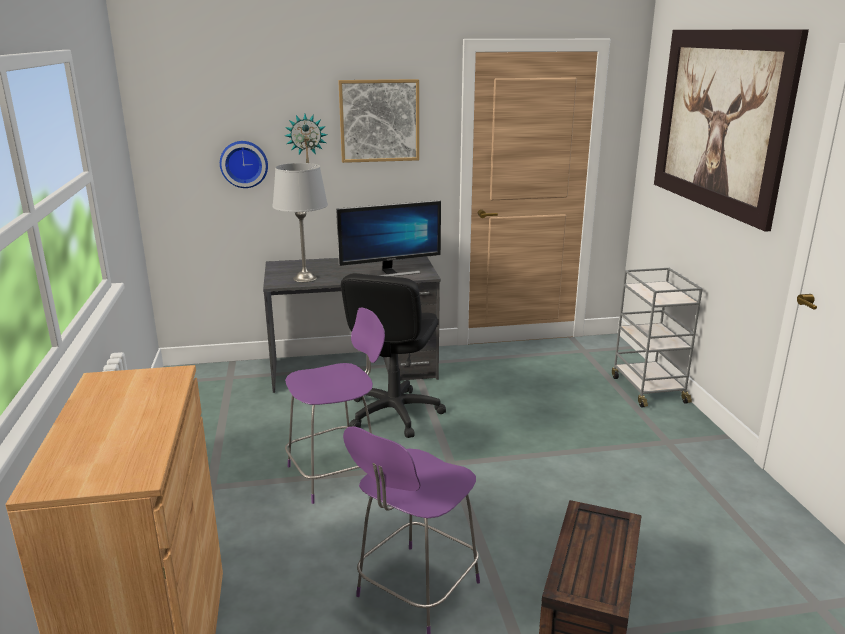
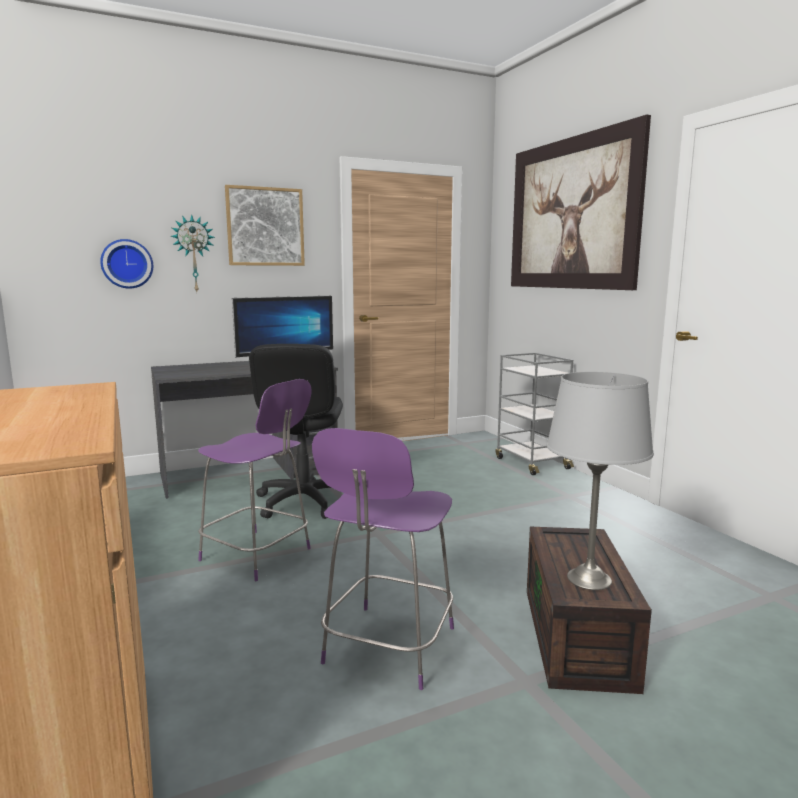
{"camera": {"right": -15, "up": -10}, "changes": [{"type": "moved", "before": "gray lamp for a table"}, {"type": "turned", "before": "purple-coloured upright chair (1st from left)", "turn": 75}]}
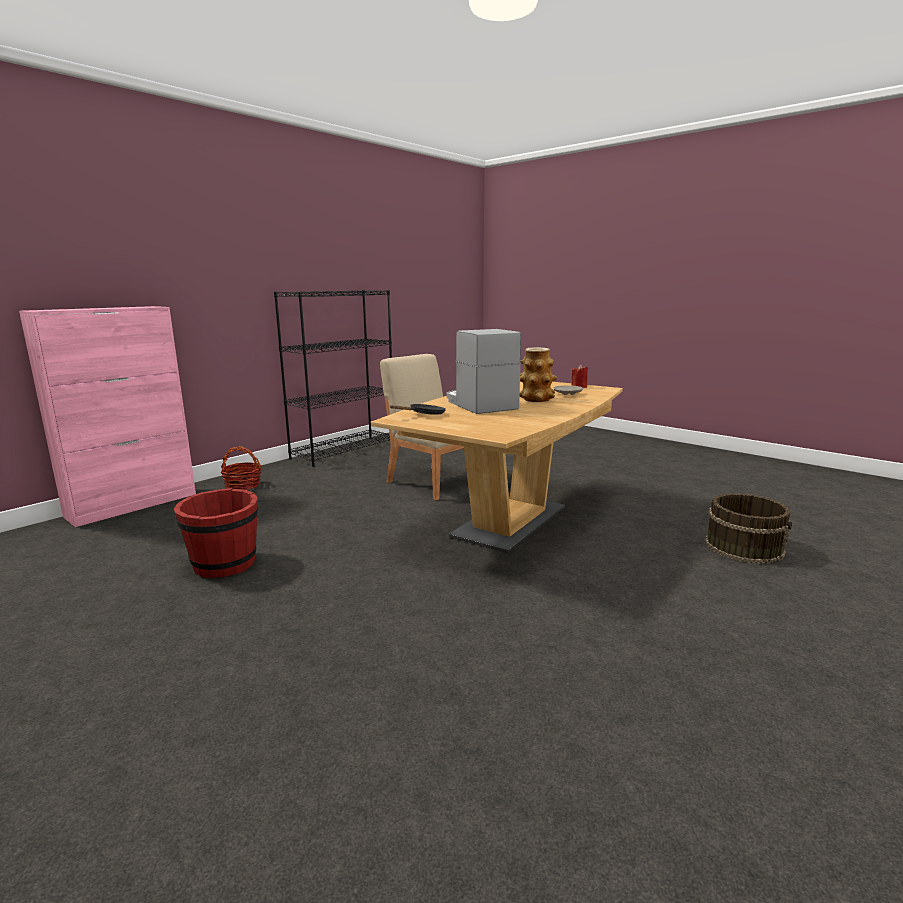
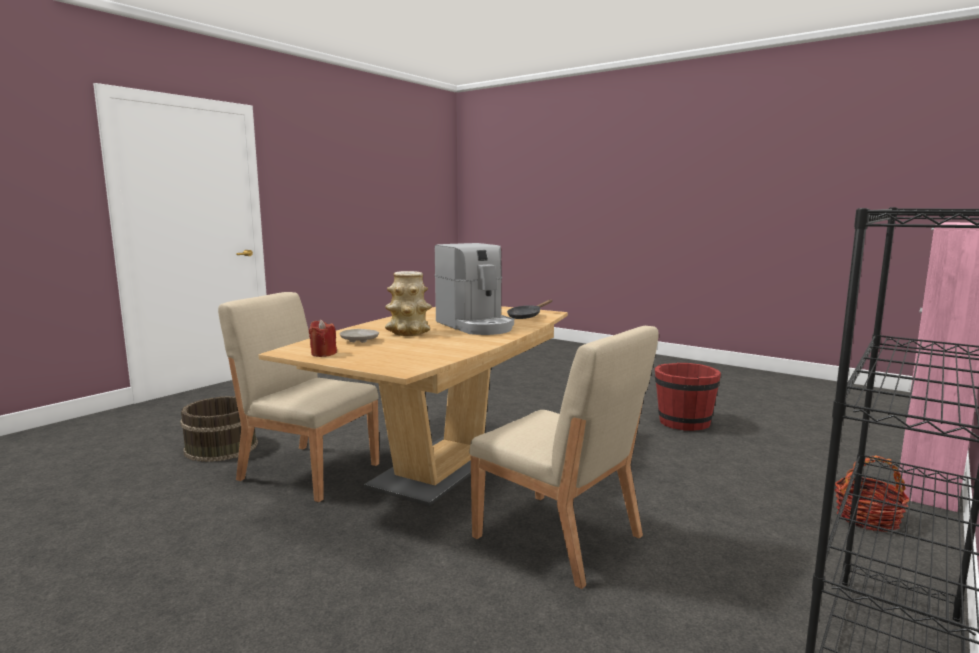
{"camera": {"right": 175, "up": -5}, "changes": [{"type": "added", "after": "beige-coloured upright chair (1st from left)"}]}
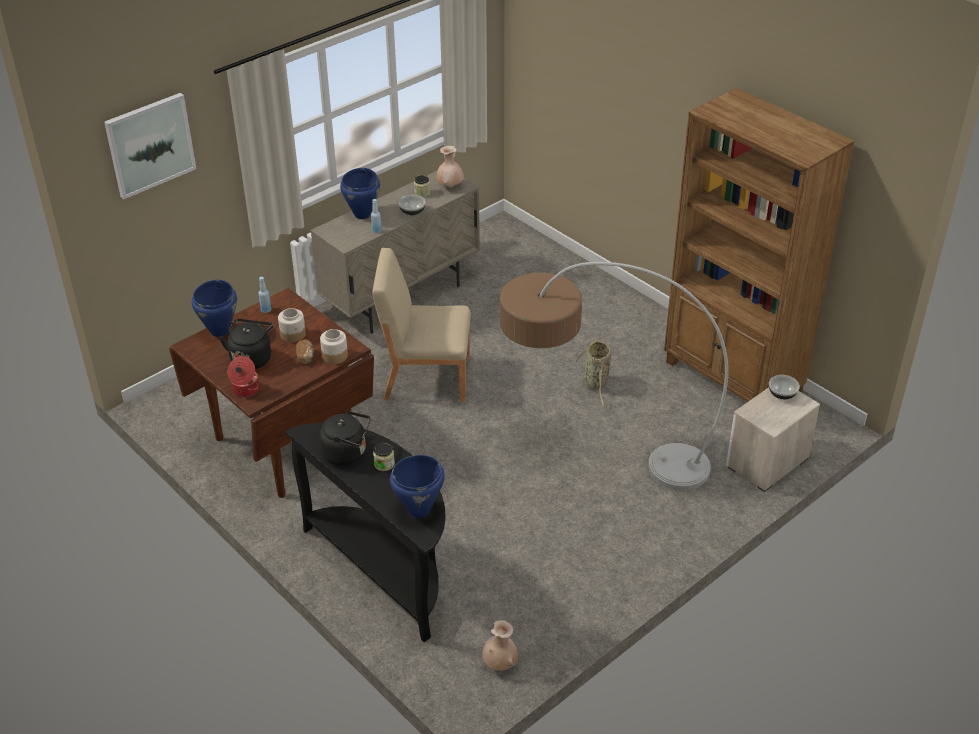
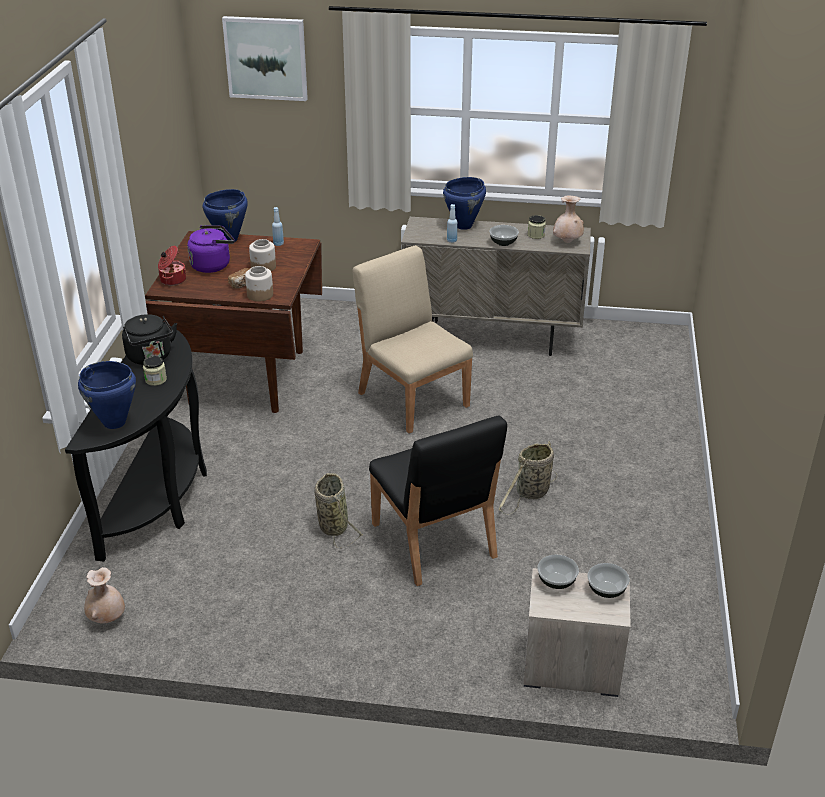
{"camera": {"right": 50, "up": -5}, "changes": [{"type": "recoloured", "before": "black-coloured kettle (1st from left)", "after": "purple-coloured kettle"}, {"type": "replaced", "before": "standard lamp", "after": "black-coloured upright chair"}, {"type": "removed", "before": "brownish shelving unit"}, {"type": "added", "after": "basket (1st from left)"}, {"type": "added", "after": "deep dish (2nd from left)"}]}
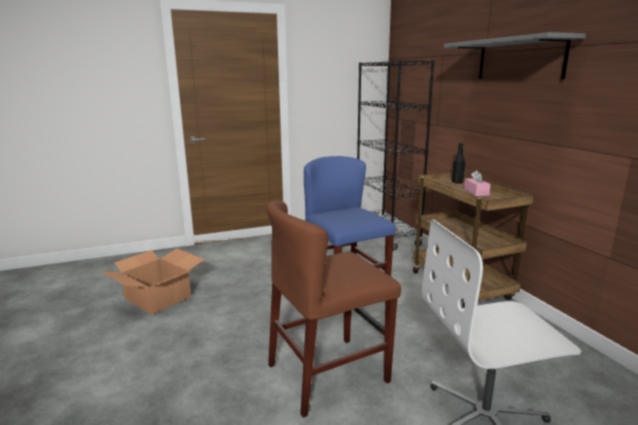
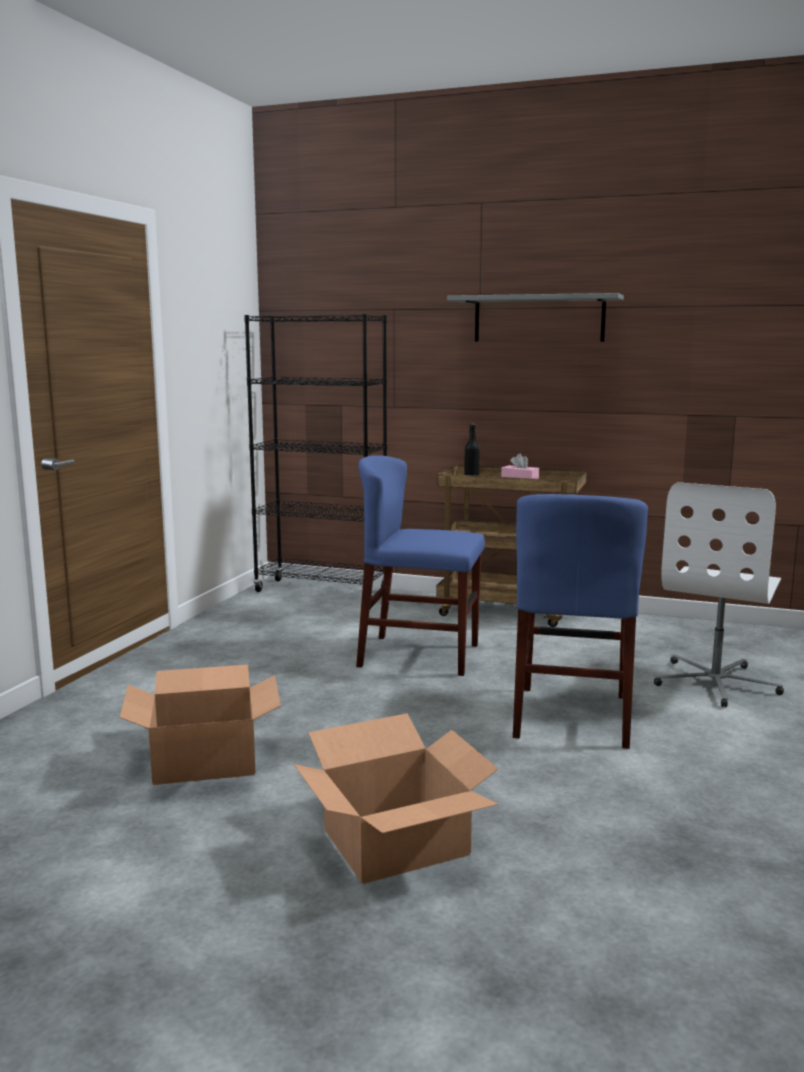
{"camera": {"right": -50, "up": -5}, "changes": [{"type": "recoloured", "before": "brownish upright chair", "after": "blue-coloured upright chair (2nd from left)"}, {"type": "added", "after": "cardboard box (2nd from left)"}]}
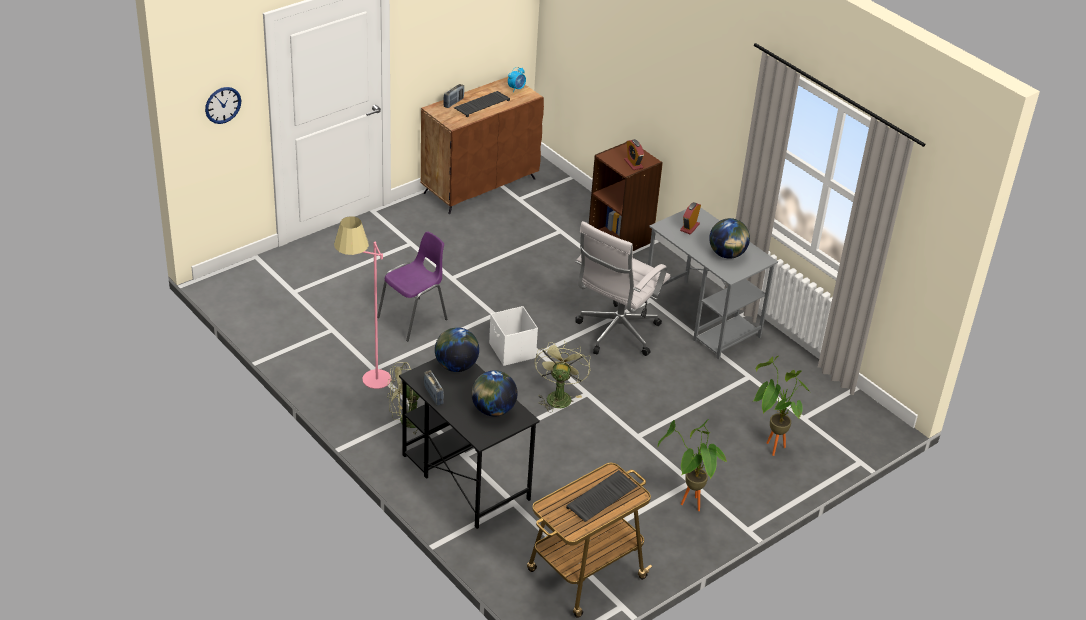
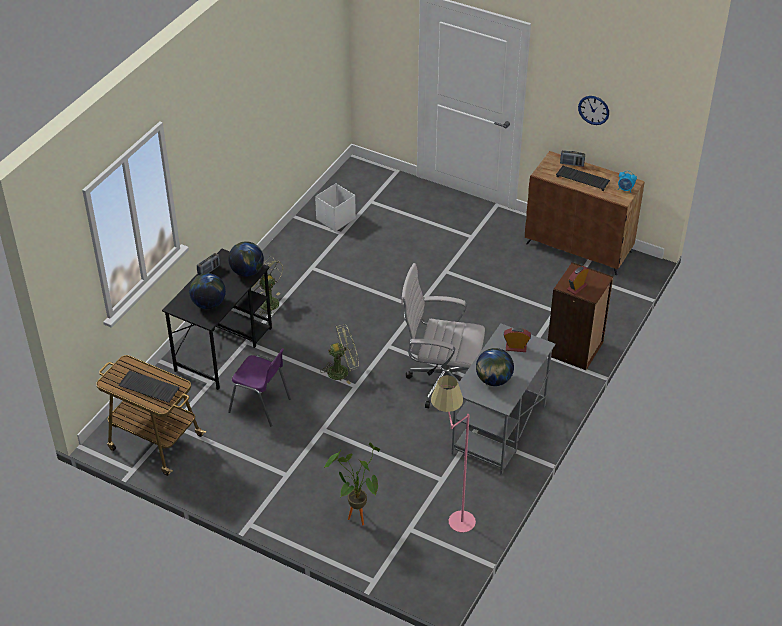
{"camera": {"right": 70, "up": 5}, "changes": [{"type": "moved", "before": "clock on the wall"}, {"type": "moved", "before": "pink standard lamp"}, {"type": "moved", "before": "purple-coloured upright chair"}, {"type": "moved", "before": "white storage box"}, {"type": "removed", "before": "plant in a pot (1st from left)"}]}
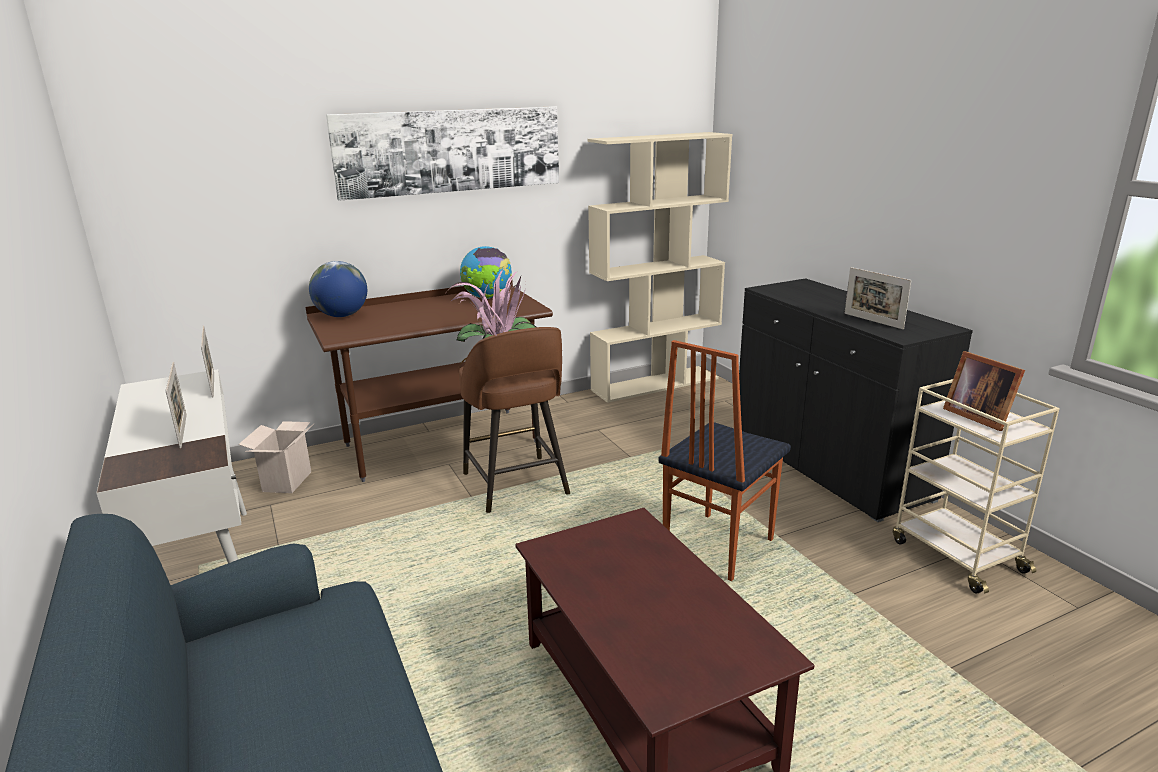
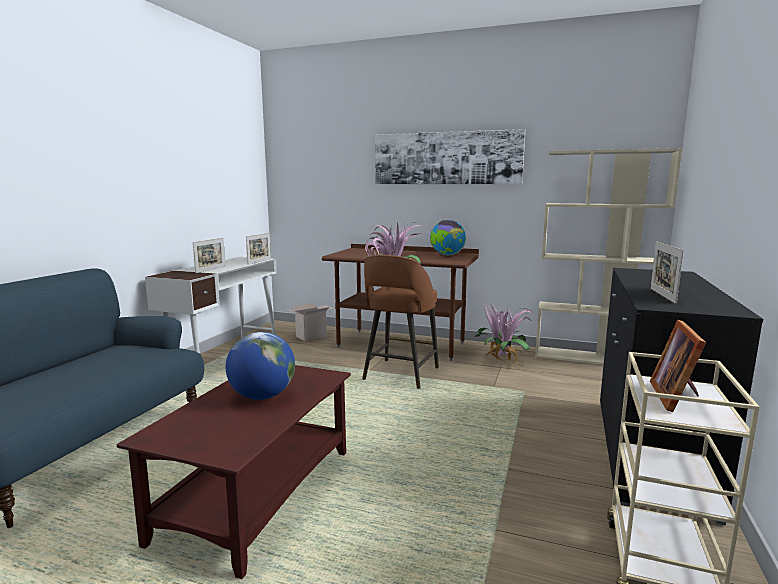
{"camera": {"right": 45, "up": -10}, "changes": [{"type": "moved", "before": "world globe (1st from left)"}, {"type": "removed", "before": "upright chair"}, {"type": "added", "after": "plant in a pot (2nd from left)"}]}
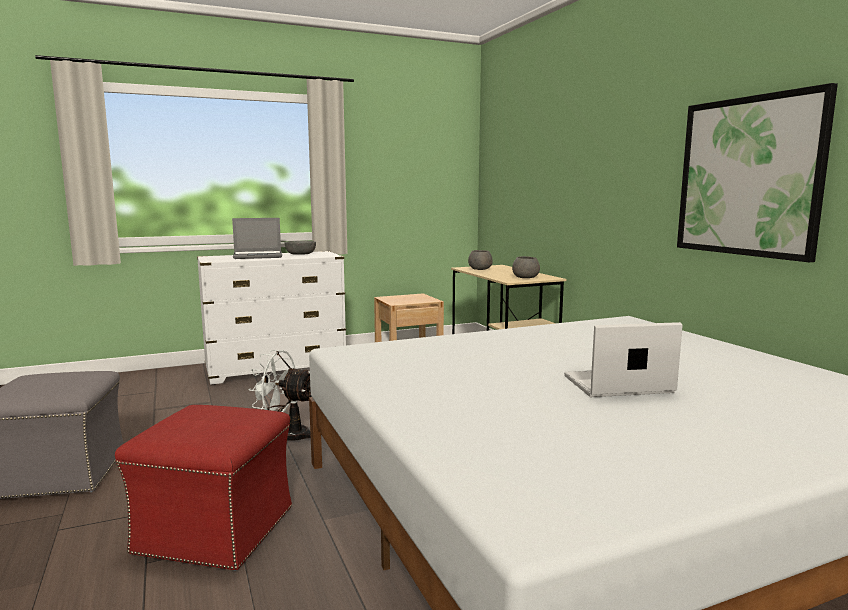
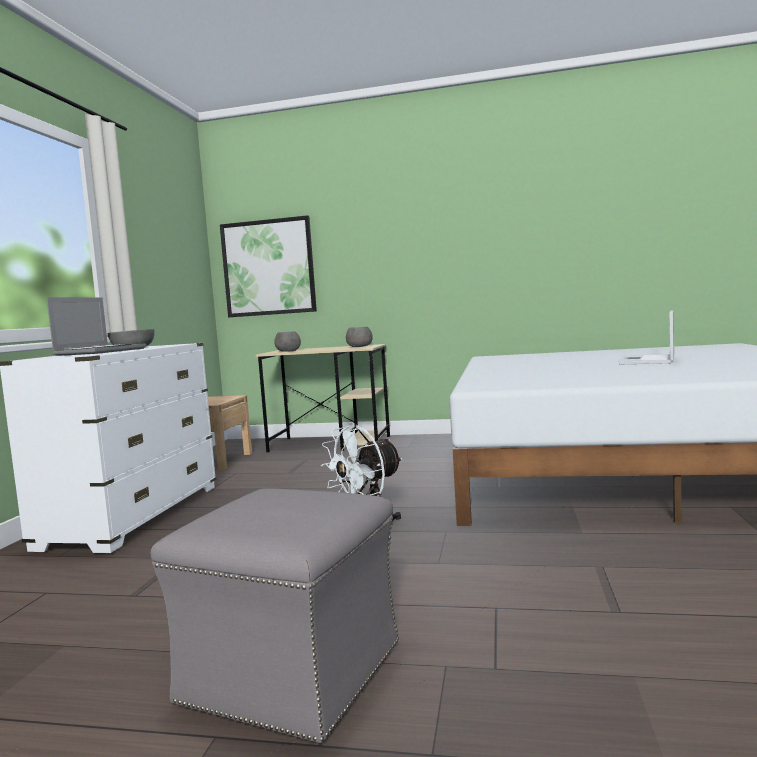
{"camera": {"right": -55, "up": -5}, "changes": [{"type": "removed", "before": "red-coloured footrest"}, {"type": "moved", "before": "wall art"}]}
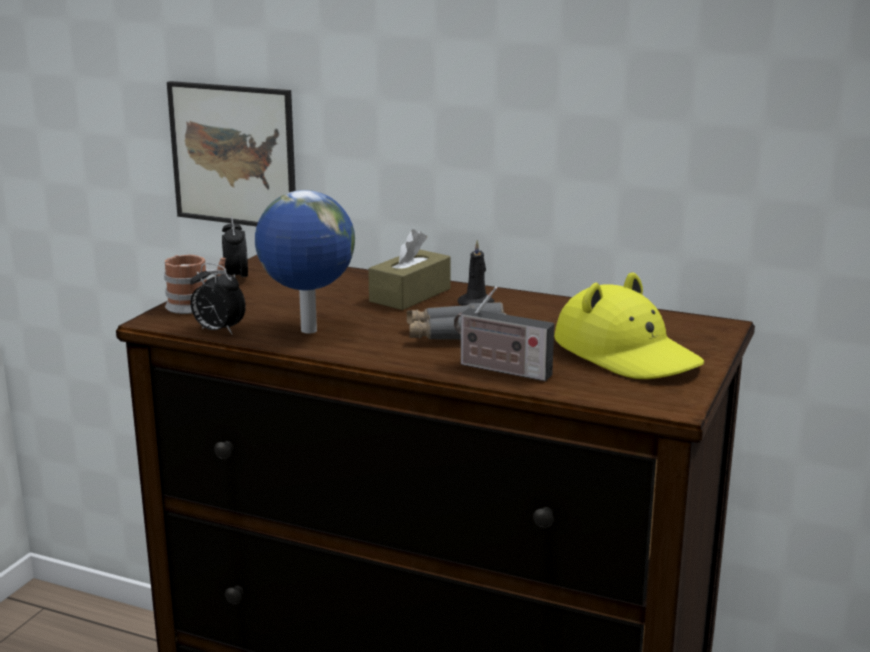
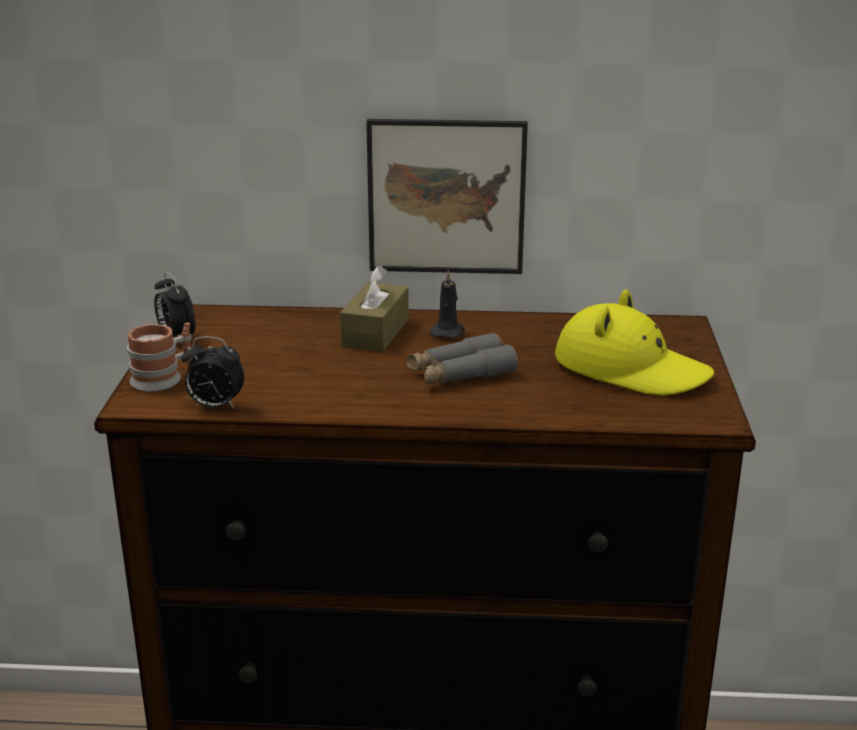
{"camera": {"right": -20, "up": 5}, "changes": [{"type": "moved", "before": "wall art"}, {"type": "removed", "before": "world globe"}, {"type": "removed", "before": "radio"}]}
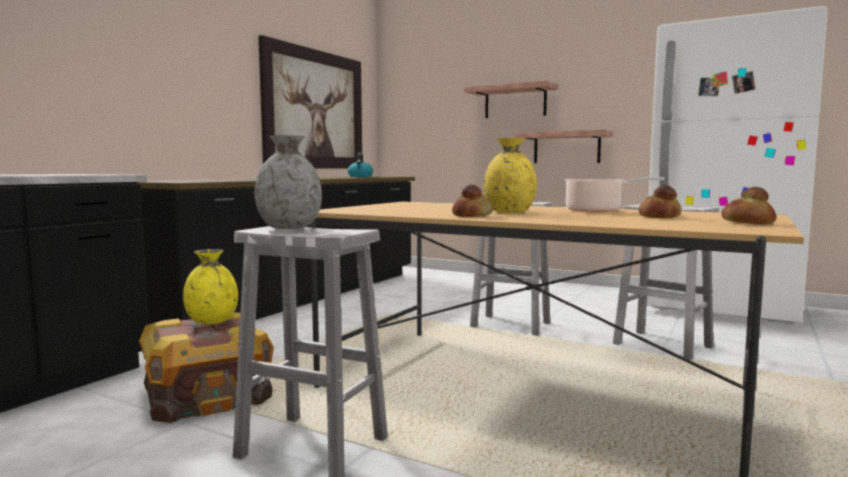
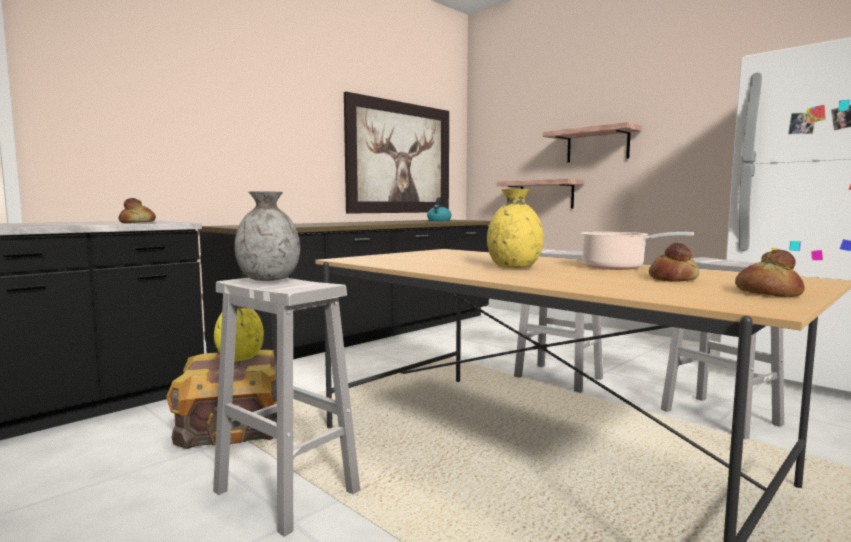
{"camera": {"right": 15, "up": 0}, "changes": [{"type": "moved", "before": "bakery bread (1st from left)"}, {"type": "moved", "before": "wall shelf (2nd from left in the first image)", "after": "wall shelf (1st from left)"}]}
